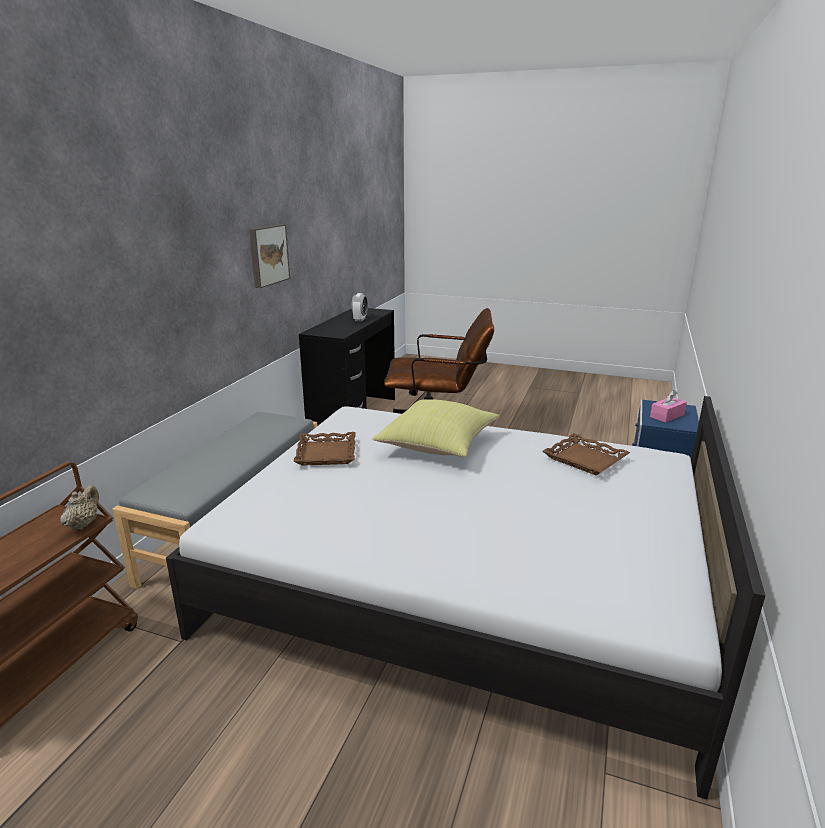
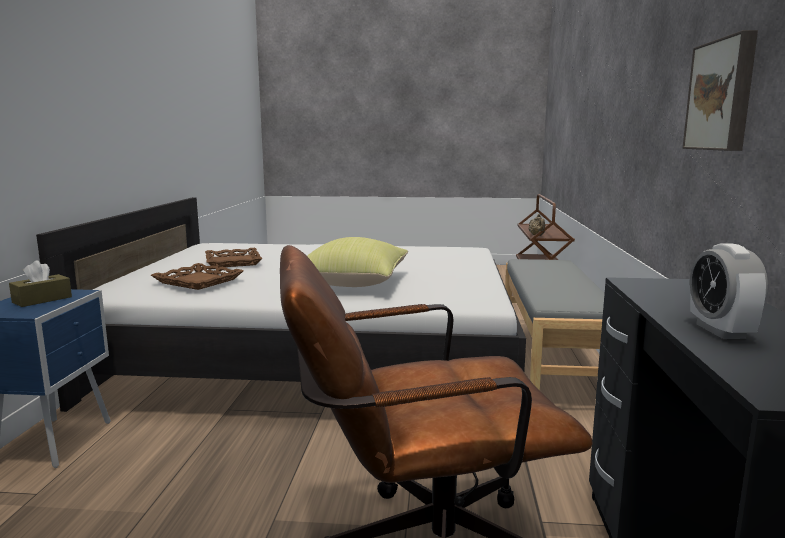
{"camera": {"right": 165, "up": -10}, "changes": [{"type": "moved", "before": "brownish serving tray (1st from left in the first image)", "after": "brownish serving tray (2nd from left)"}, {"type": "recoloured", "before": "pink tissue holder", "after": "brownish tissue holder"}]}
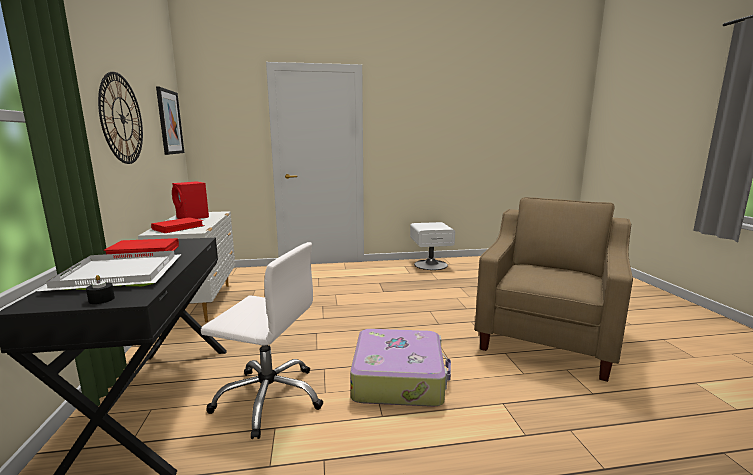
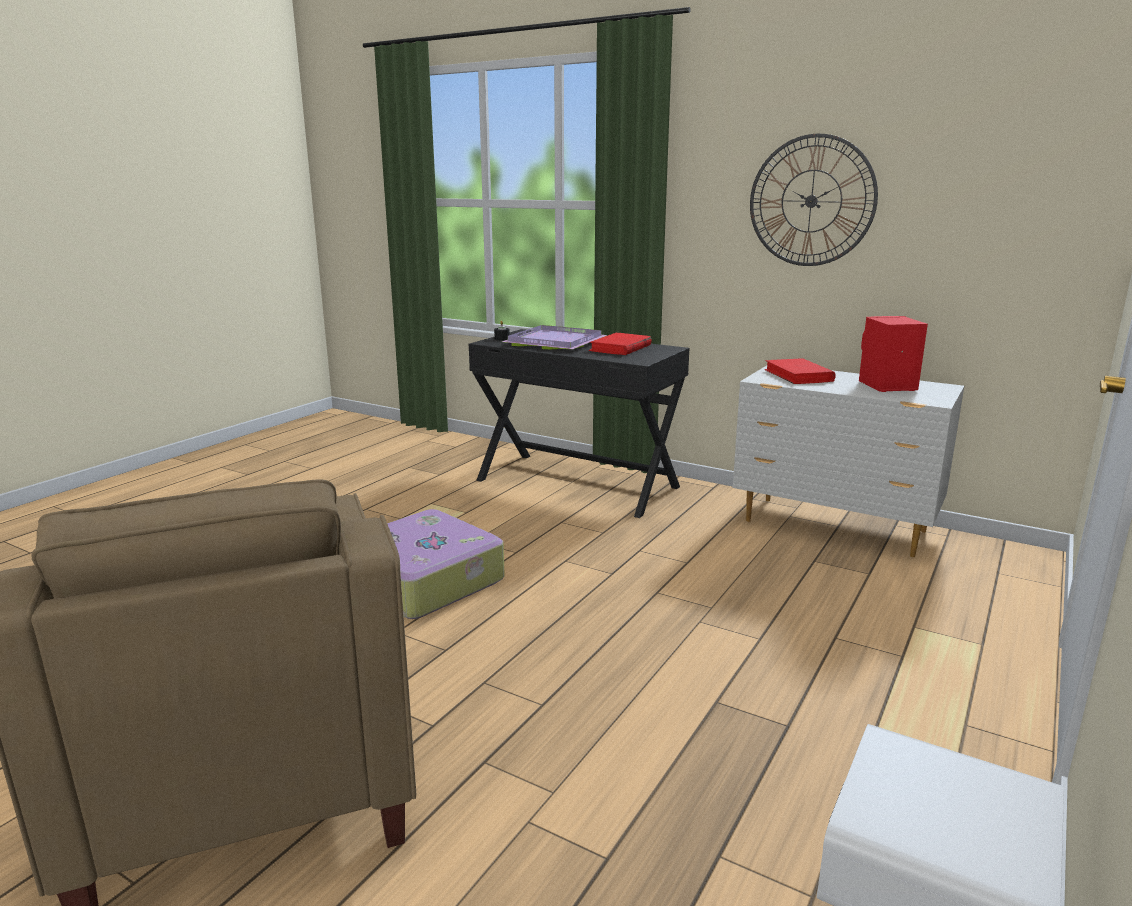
{"camera": {"right": 130, "up": 5}, "changes": [{"type": "recoloured", "before": "white serving tray", "after": "purple-coloured serving tray"}, {"type": "removed", "before": "wall art"}, {"type": "removed", "before": "white desk chair"}]}
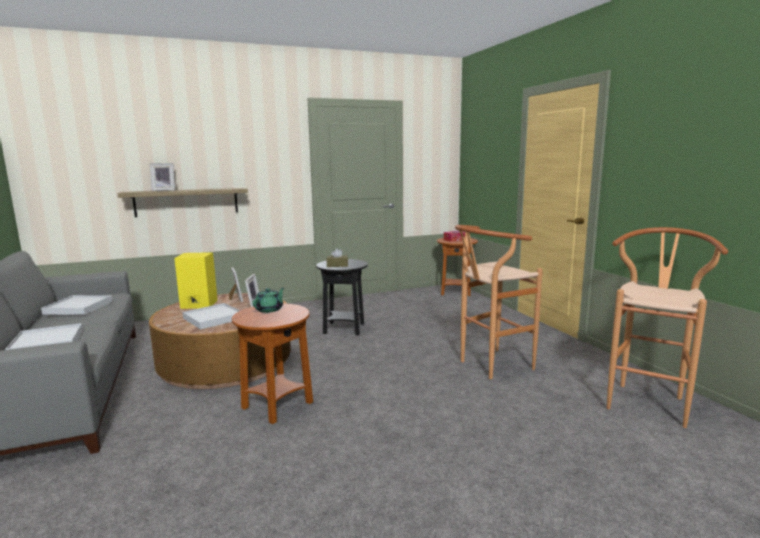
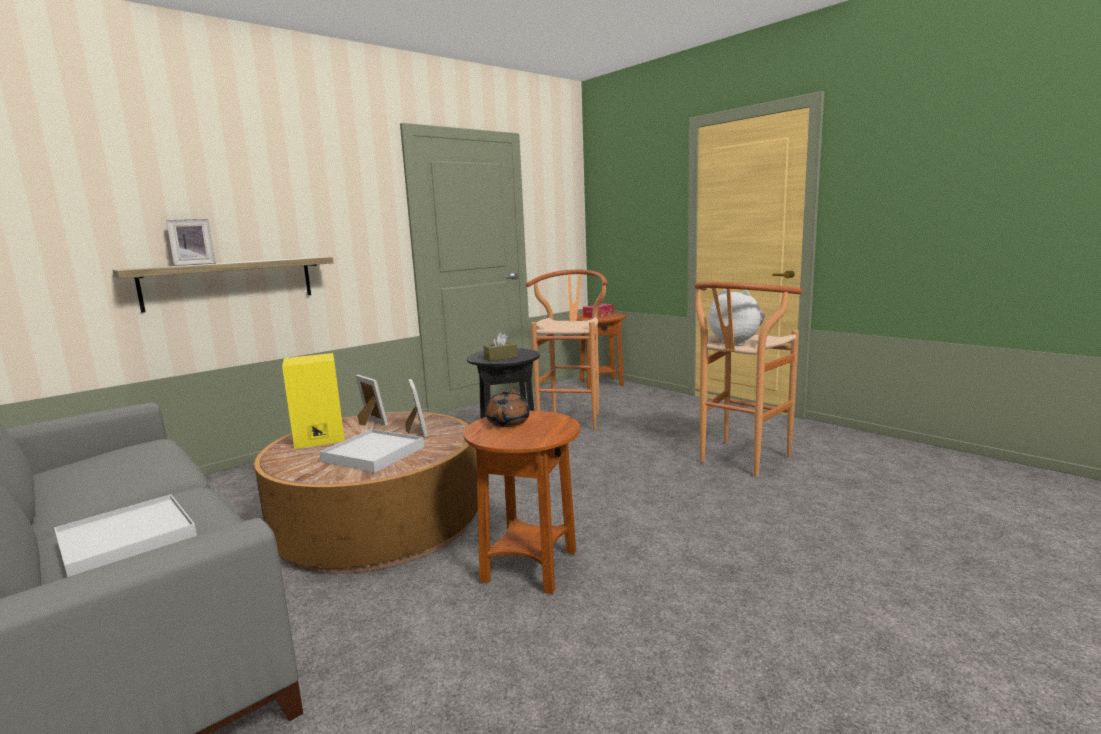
{"camera": {"right": -20, "up": 0}, "changes": [{"type": "removed", "before": "white serving tray (2nd from left)"}, {"type": "recoloured", "before": "green-coloured tea pot", "after": "brownish tea pot"}, {"type": "moved", "before": "brownish sitting stool (2nd from left in the first image)", "after": "brownish sitting stool (1st from left)"}, {"type": "added", "after": "soft toy"}]}
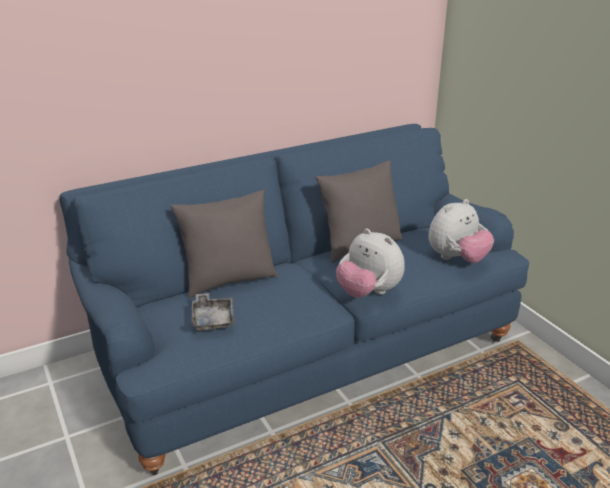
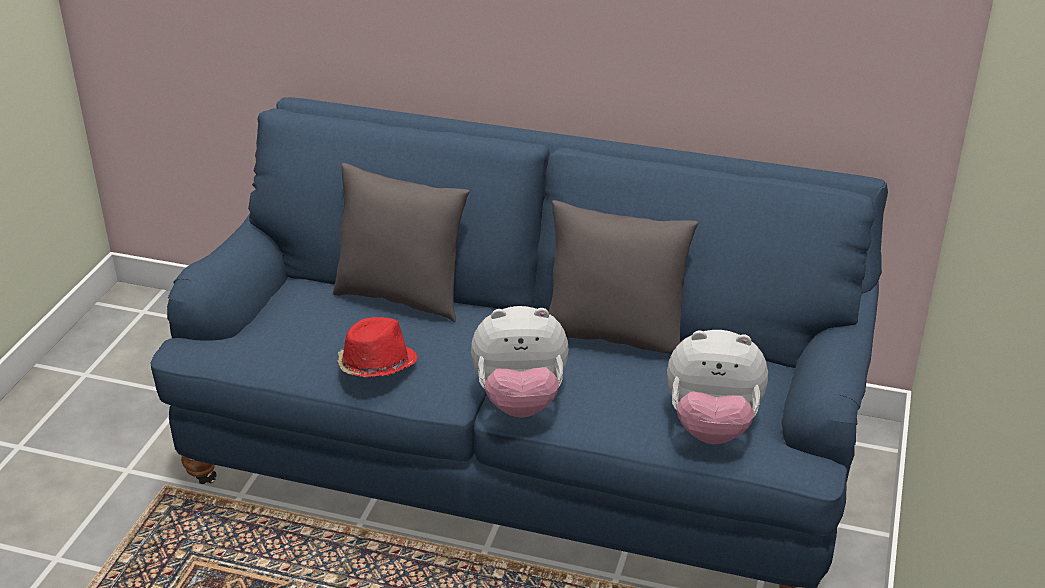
{"camera": {"right": 45, "up": 5}, "changes": [{"type": "removed", "before": "gray serving tray"}, {"type": "turned", "before": "soft toy (1st from left)", "turn": -90}, {"type": "added", "after": "red-coloured wearable hat"}]}
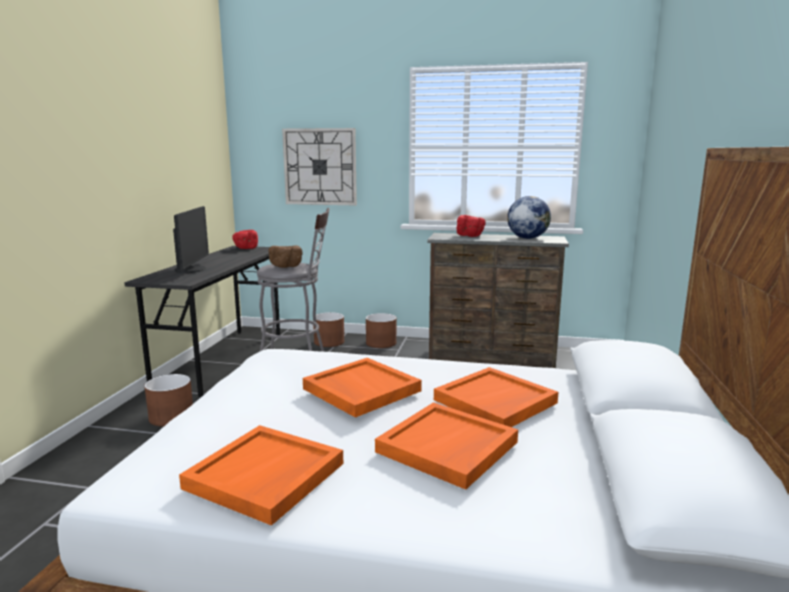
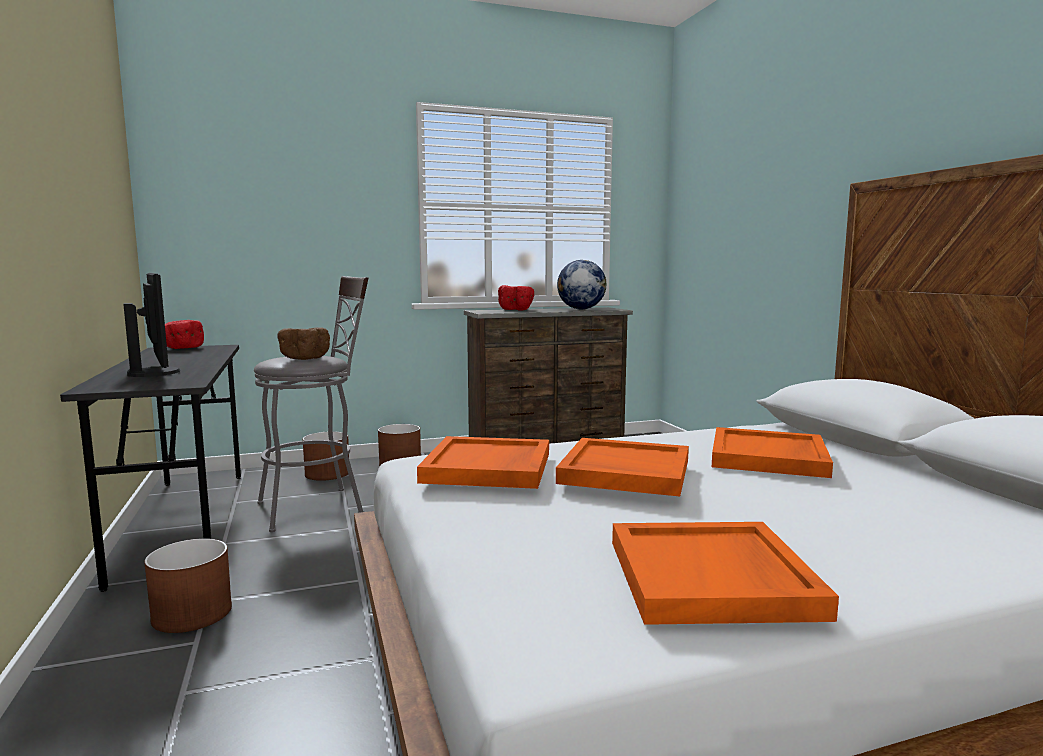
{"camera": {"right": -30, "up": -5}, "changes": [{"type": "removed", "before": "clock on the wall"}, {"type": "moved", "before": "orangey serving tray (3rd from left in the first image)", "after": "orangey serving tray (1st from left)"}]}
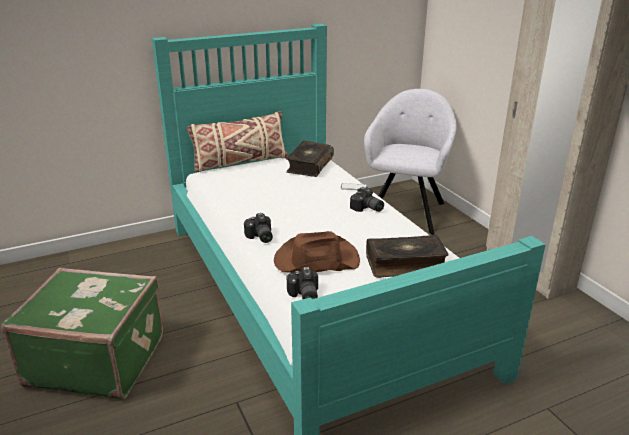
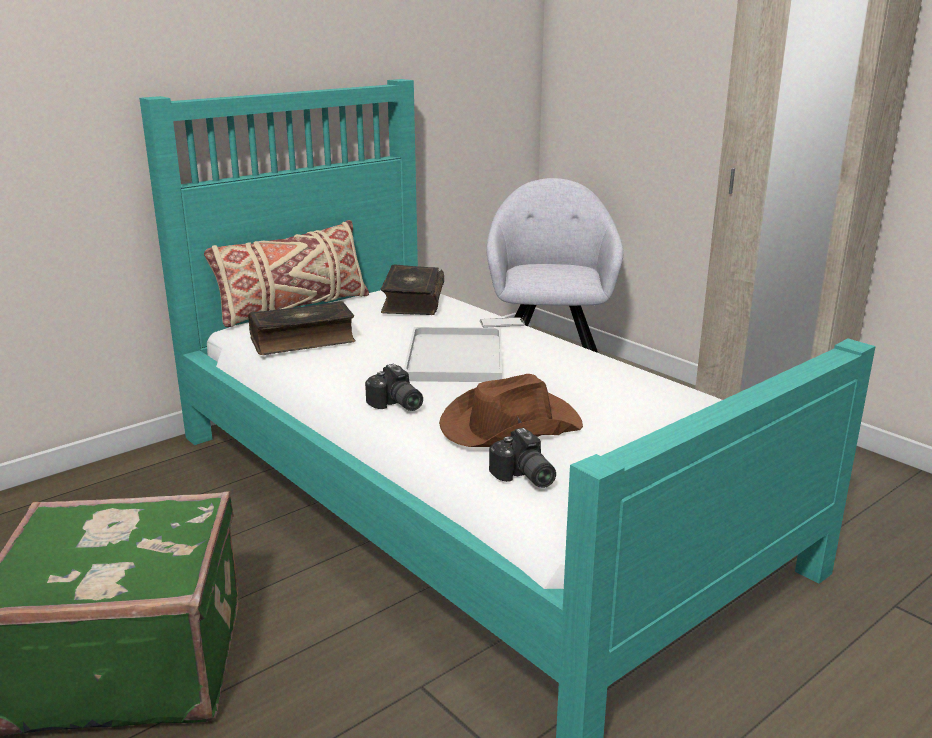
{"camera": {"right": -15, "up": -5}, "changes": [{"type": "removed", "before": "photo camera (3rd from left)"}, {"type": "moved", "before": "book (2nd from left in the first image)", "after": "book (1st from left)"}, {"type": "added", "after": "white serving tray"}]}
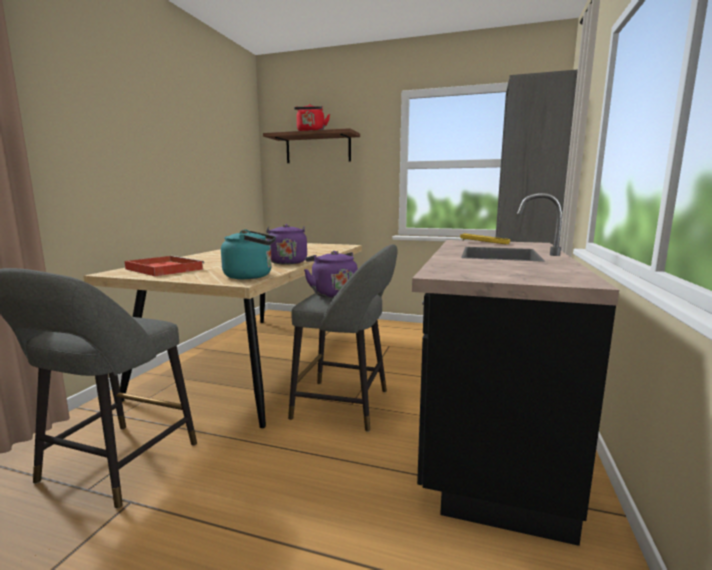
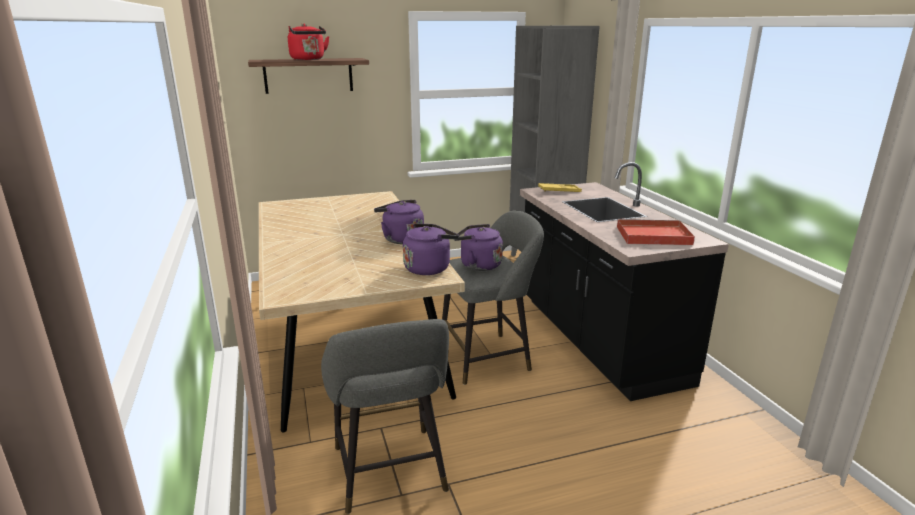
{"camera": {"right": -35, "up": 10}, "changes": [{"type": "moved", "before": "red-coloured serving tray"}, {"type": "recoloured", "before": "blue-green kettle", "after": "purple-coloured kettle (2nd from left)"}]}
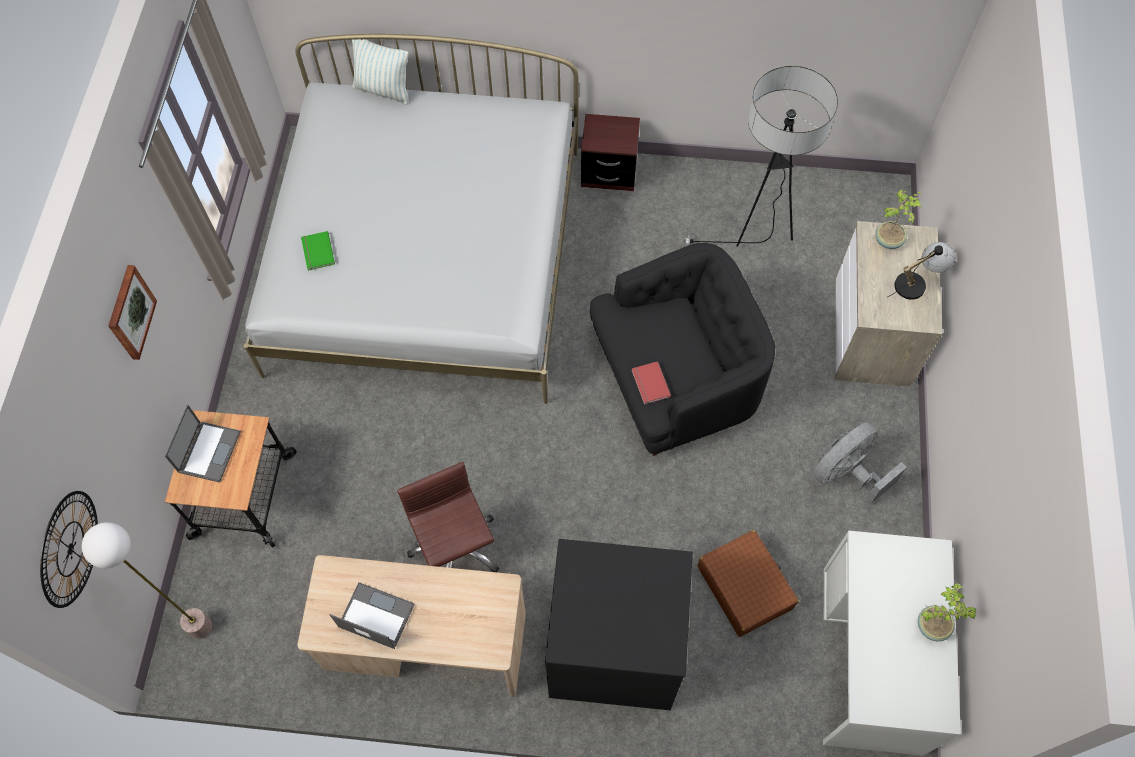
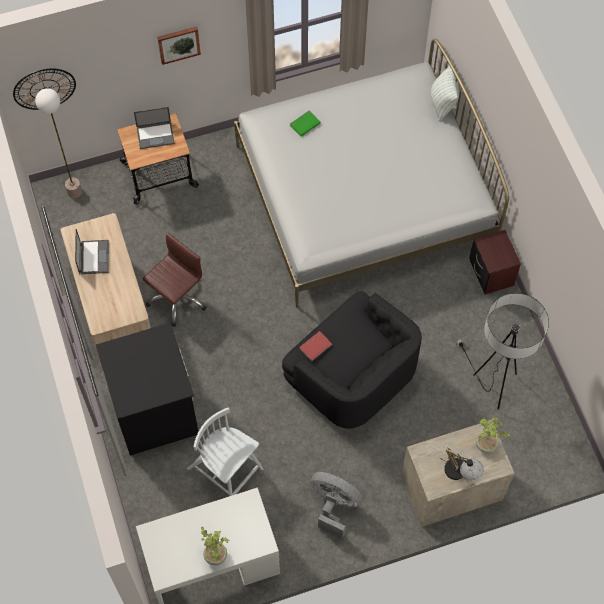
{"camera": {"right": 65, "up": 0}, "changes": [{"type": "replaced", "before": "brownish suitcase", "after": "white upright chair"}]}
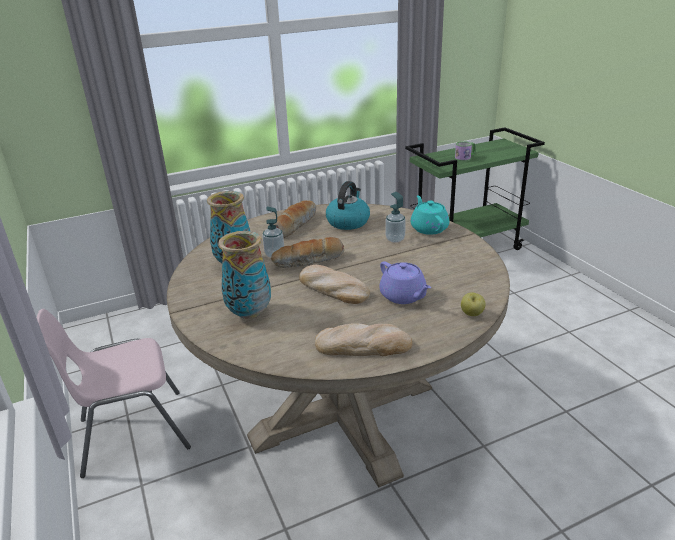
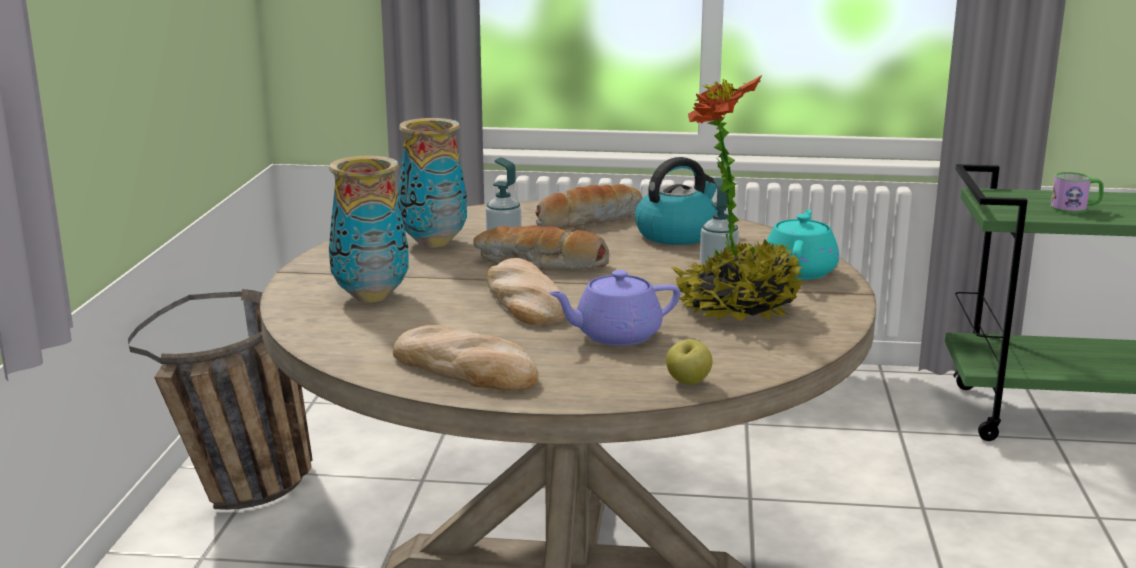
{"camera": {"right": 30, "up": -10}, "changes": [{"type": "replaced", "before": "pink upright chair", "after": "basket"}, {"type": "turned", "before": "purple-coloured tea pot", "turn": 75}, {"type": "added", "after": "plant in a pot"}]}
